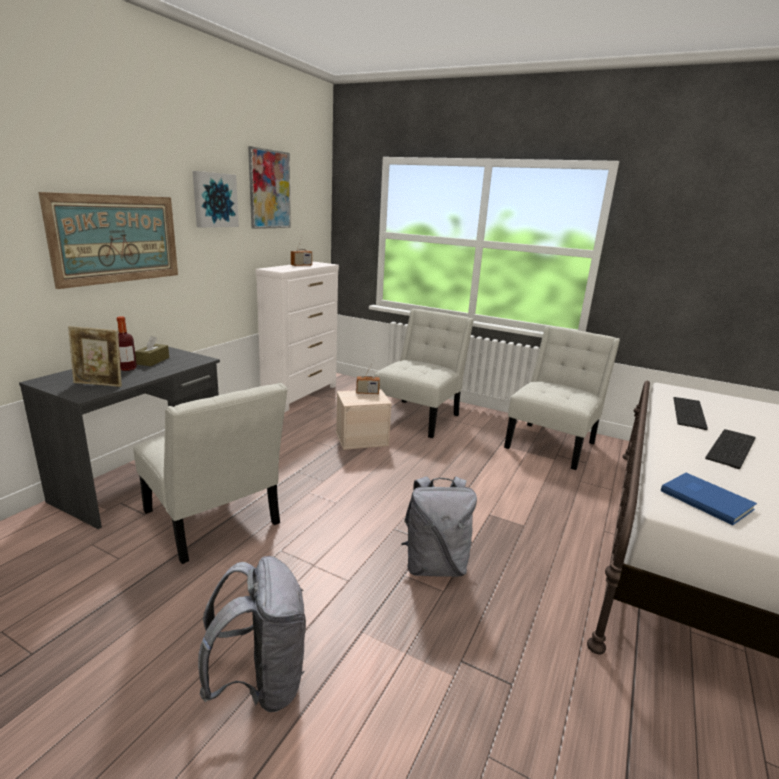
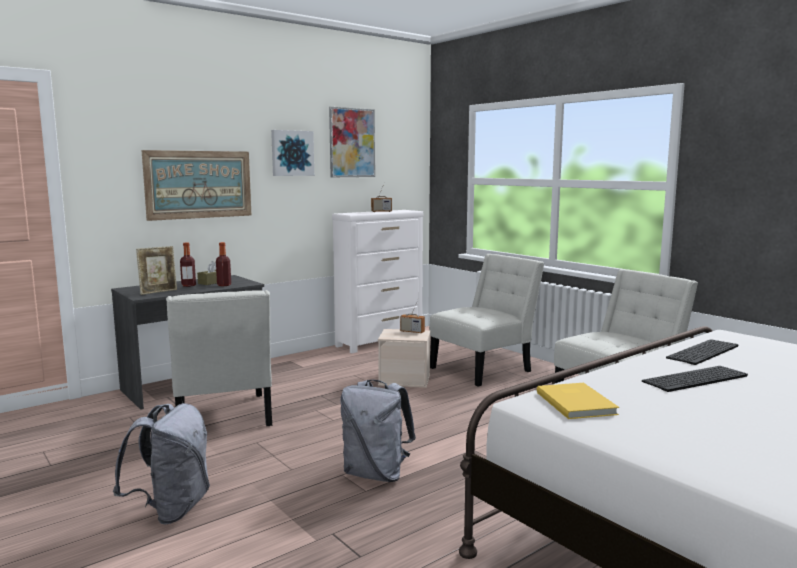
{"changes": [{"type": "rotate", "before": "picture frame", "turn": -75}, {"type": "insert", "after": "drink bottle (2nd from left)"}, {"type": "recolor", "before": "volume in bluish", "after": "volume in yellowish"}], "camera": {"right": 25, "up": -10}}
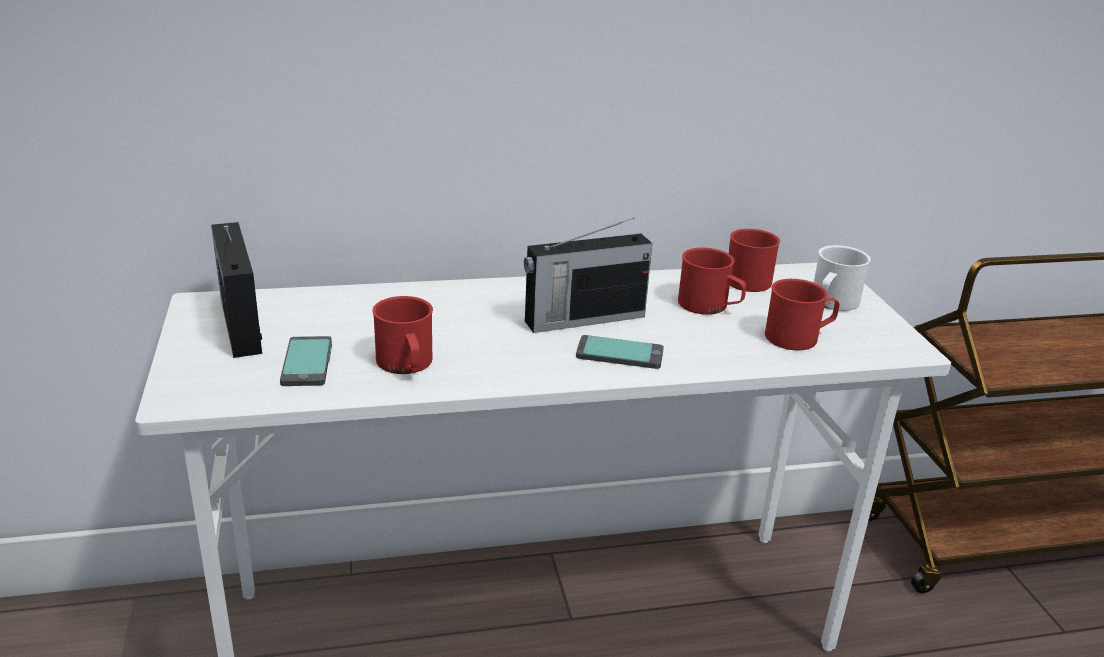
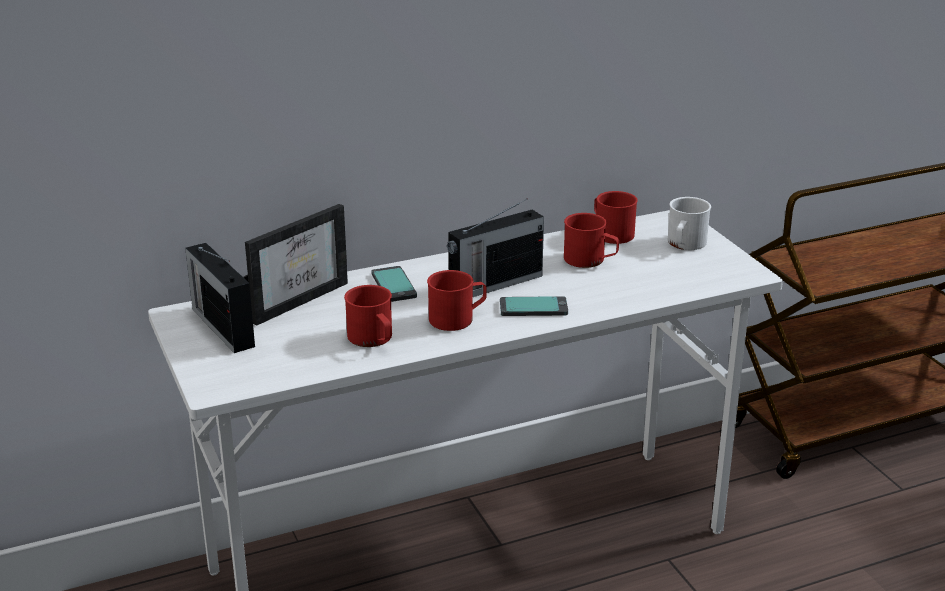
{"changes": [{"type": "insert", "after": "picture frame"}, {"type": "move", "before": "handset (1st from left)"}, {"type": "move", "before": "mug in red-coloured (4th from left in the first image)", "after": "mug in red-coloured (2nd from left)"}], "camera": {"right": -10, "up": 0}}
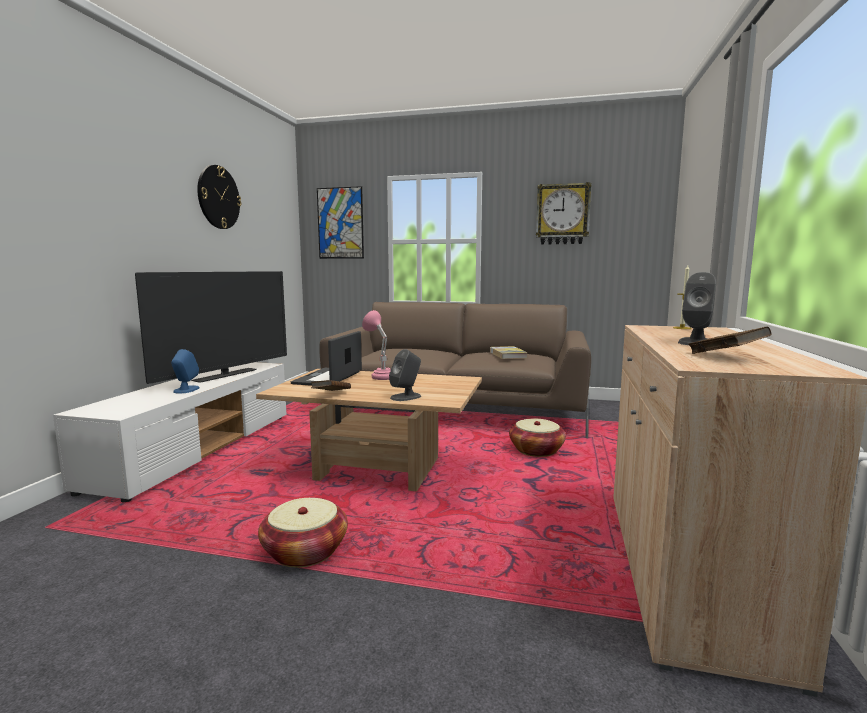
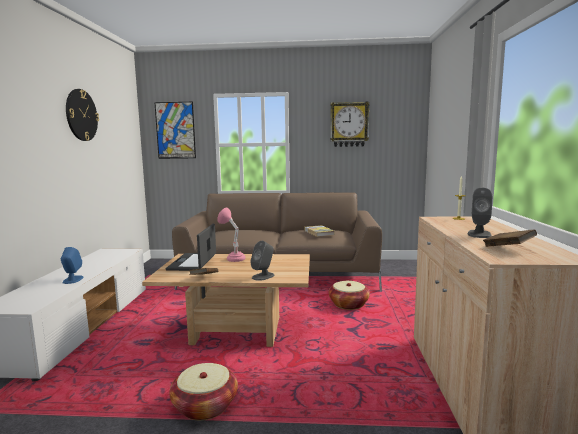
{"changes": [{"type": "delete", "before": "TV set"}], "camera": {"right": -10, "up": 0}}
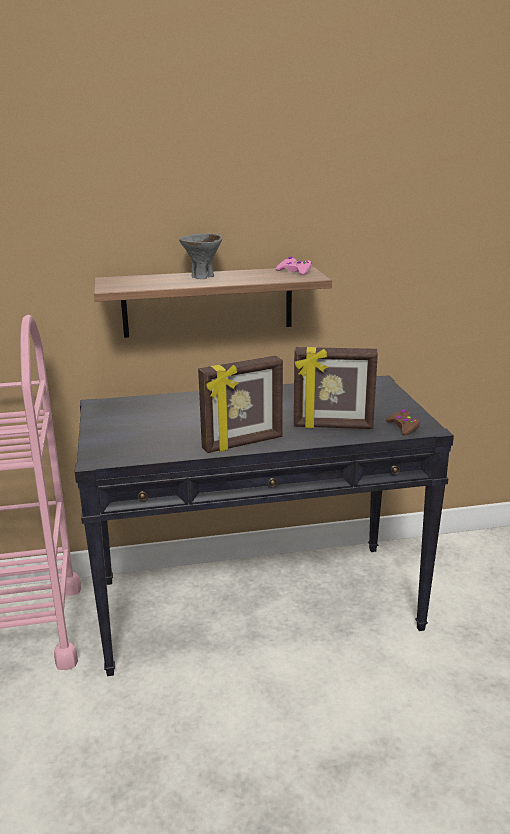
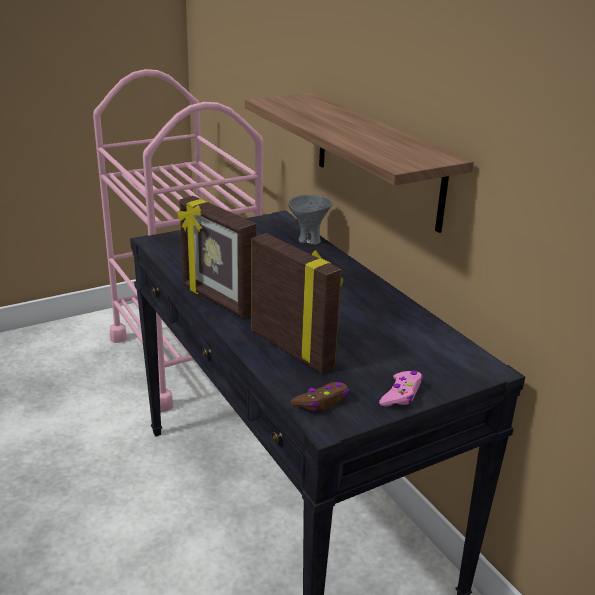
{"changes": [{"type": "rotate", "before": "picture frame (2nd from left)", "turn": 150}, {"type": "move", "before": "deep dish in grey"}, {"type": "move", "before": "joypad in pinkish"}], "camera": {"right": 70, "up": 5}}
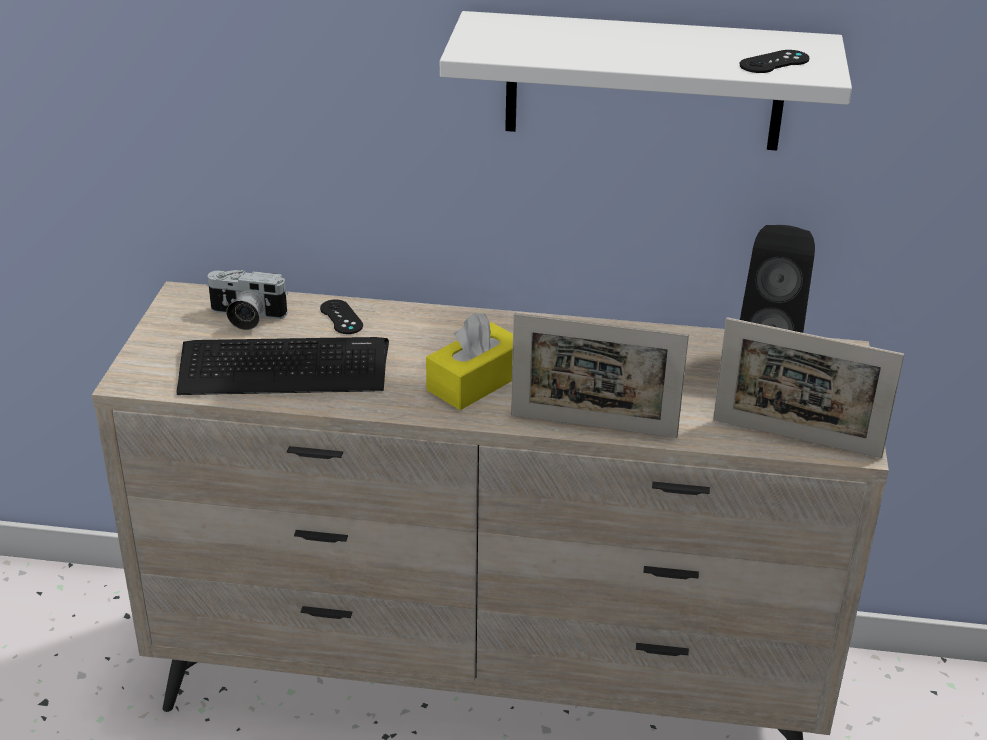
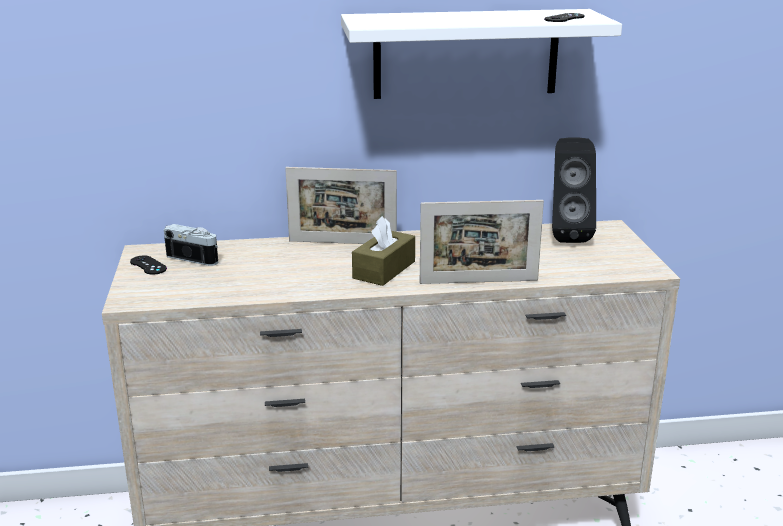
{"changes": [{"type": "move", "before": "joypad in black (1st from left)"}, {"type": "rotate", "before": "photo camera", "turn": -150}, {"type": "move", "before": "picture frame (2nd from left in the first image)", "after": "picture frame (1st from left)"}, {"type": "recolor", "before": "tissue box in yellowish", "after": "tissue box in brown-coloured"}, {"type": "delete", "before": "PC keyboard"}], "camera": {"right": -15, "up": -10}}
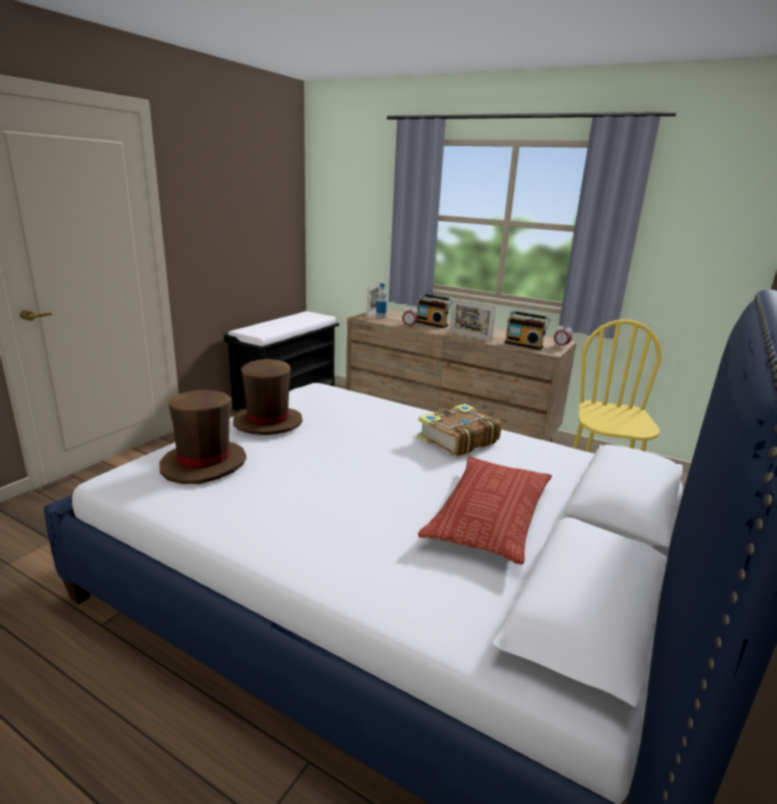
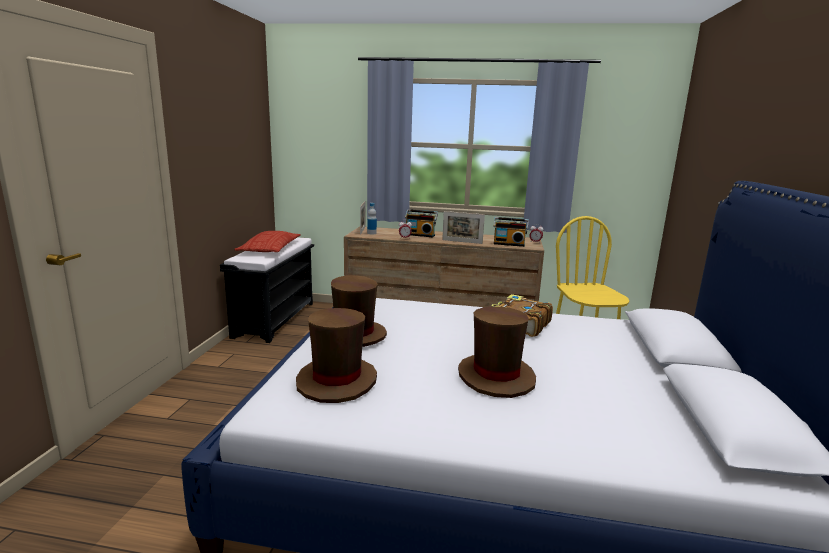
{"changes": [{"type": "move", "before": "pillow"}, {"type": "insert", "after": "wearable hat in brown-coloured (3rd from left)"}], "camera": {"right": -20, "up": -5}}
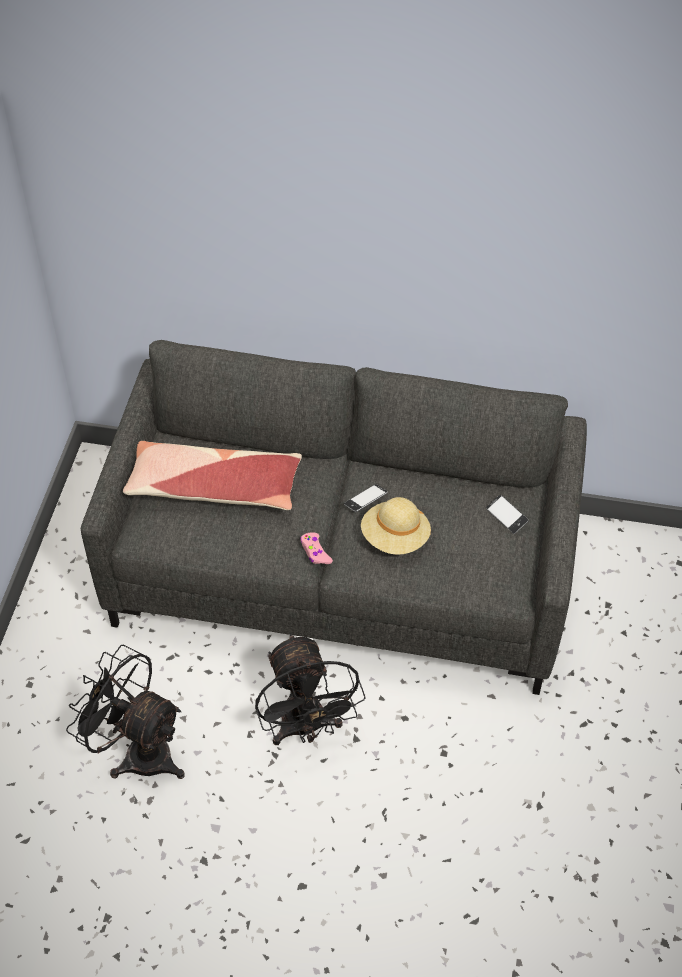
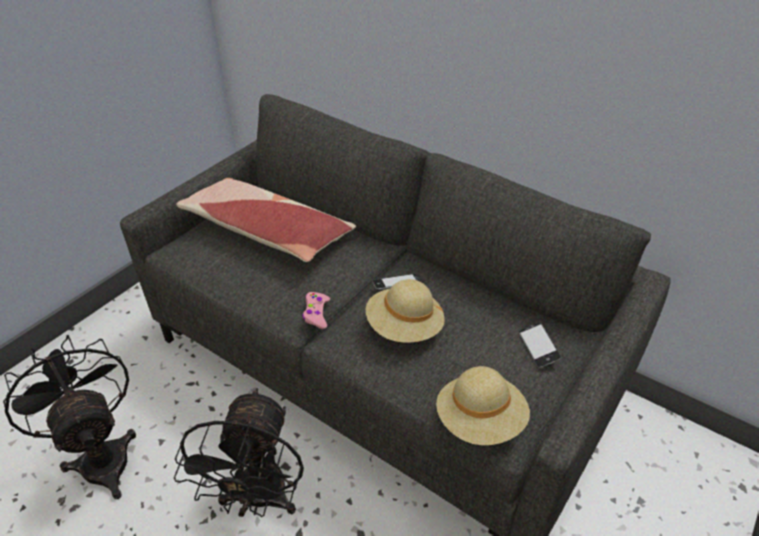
{"changes": [{"type": "insert", "after": "wearable hat in beige-coloured (2nd from left)"}], "camera": {"right": 25, "up": -10}}
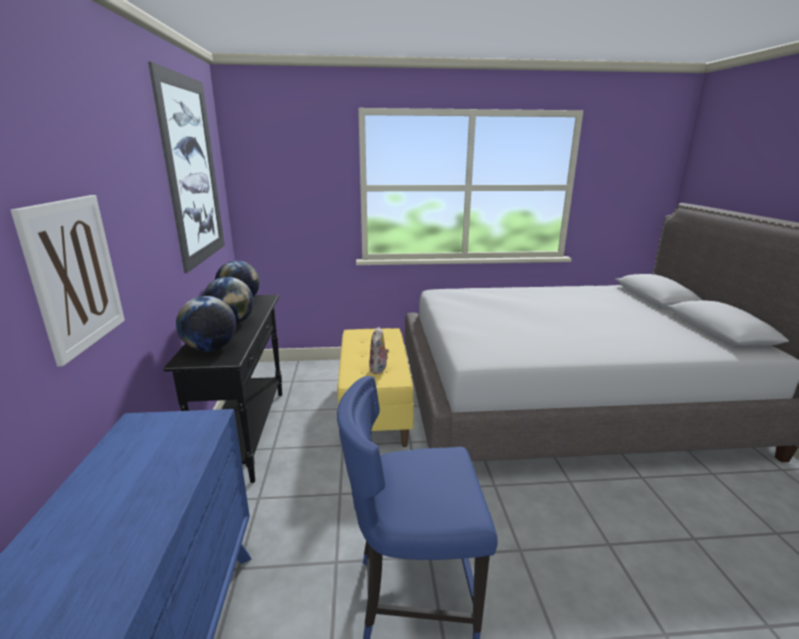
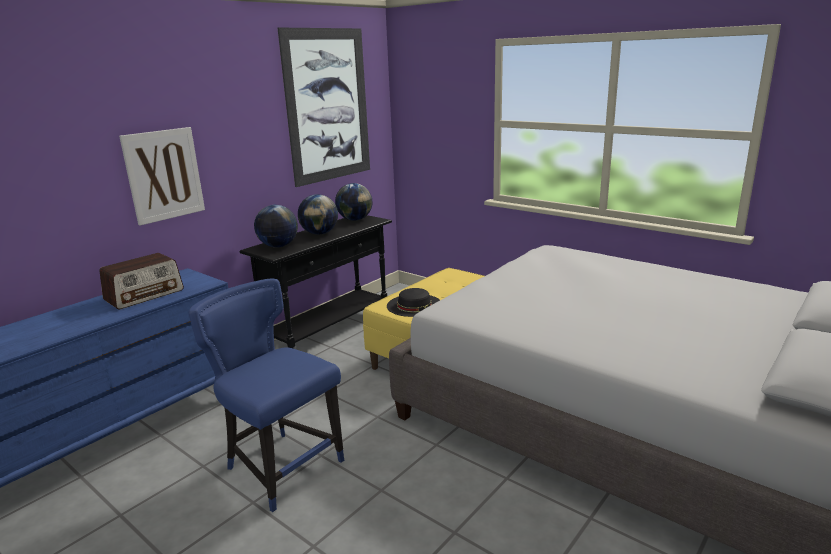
{"changes": [{"type": "insert", "after": "radio receiver"}, {"type": "replace", "before": "cuddly toy", "after": "wearable hat in black"}], "camera": {"right": 45, "up": 0}}
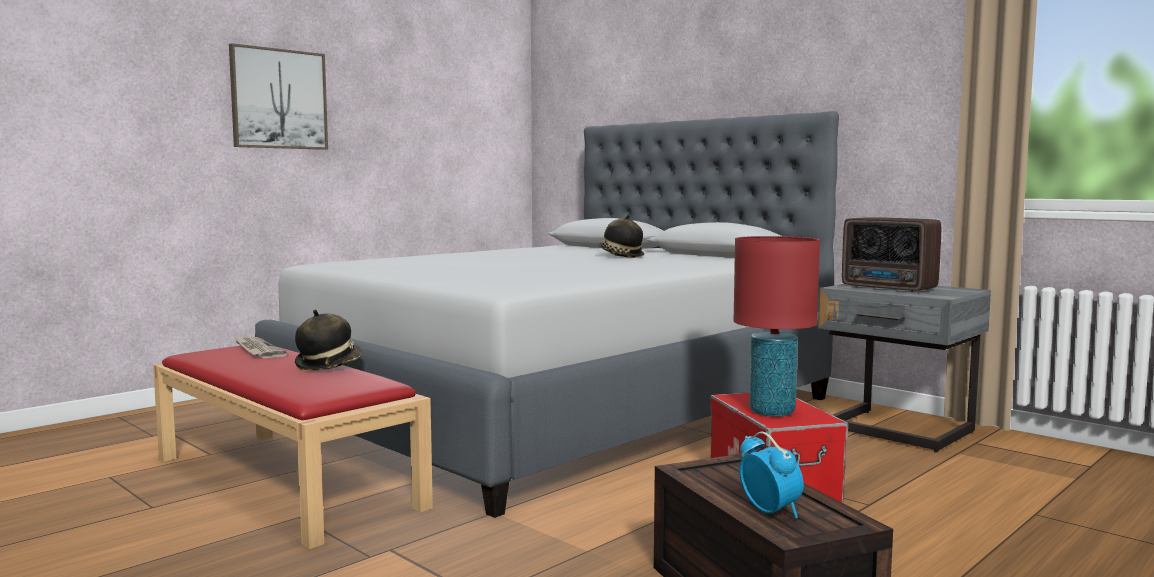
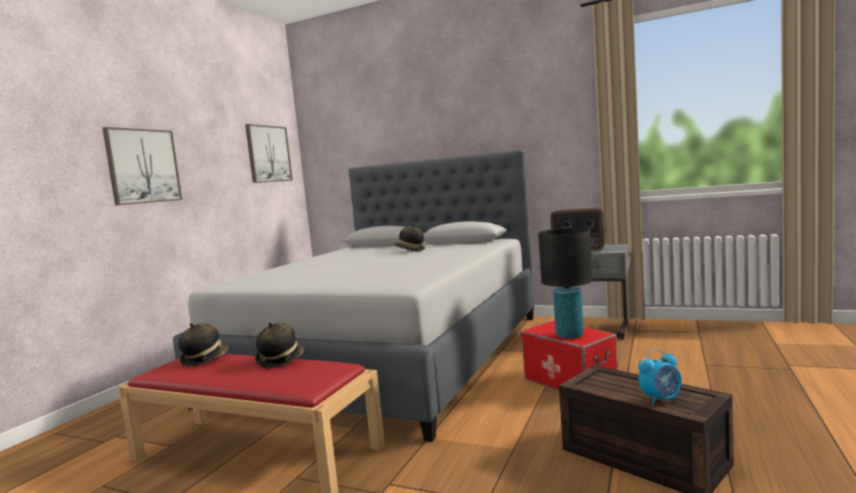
{"changes": [{"type": "replace", "before": "daily paper", "after": "wearable hat (1st from left)"}, {"type": "insert", "after": "wall picture (2nd from left)"}, {"type": "recolor", "before": "tabletop lamp in red-coloured", "after": "tabletop lamp in black"}, {"type": "rotate", "before": "bedside clock", "turn": 120}], "camera": {"right": -20, "up": 0}}
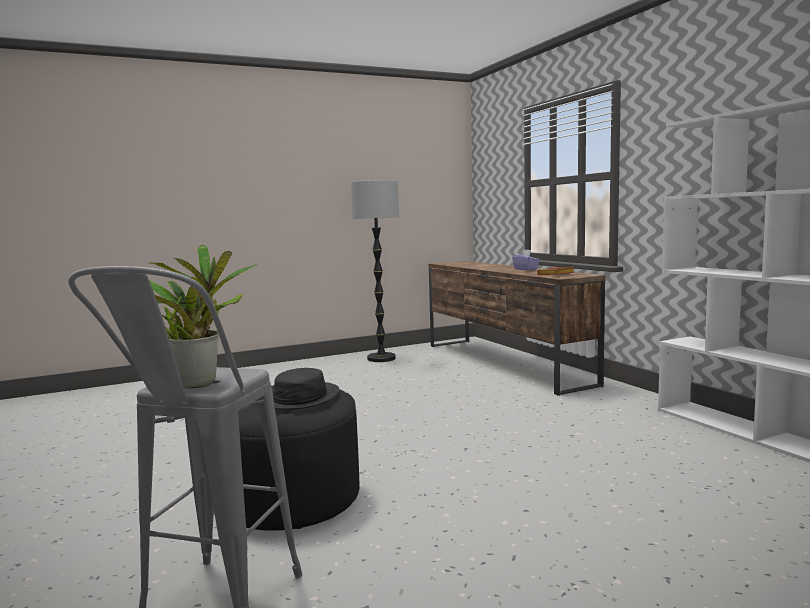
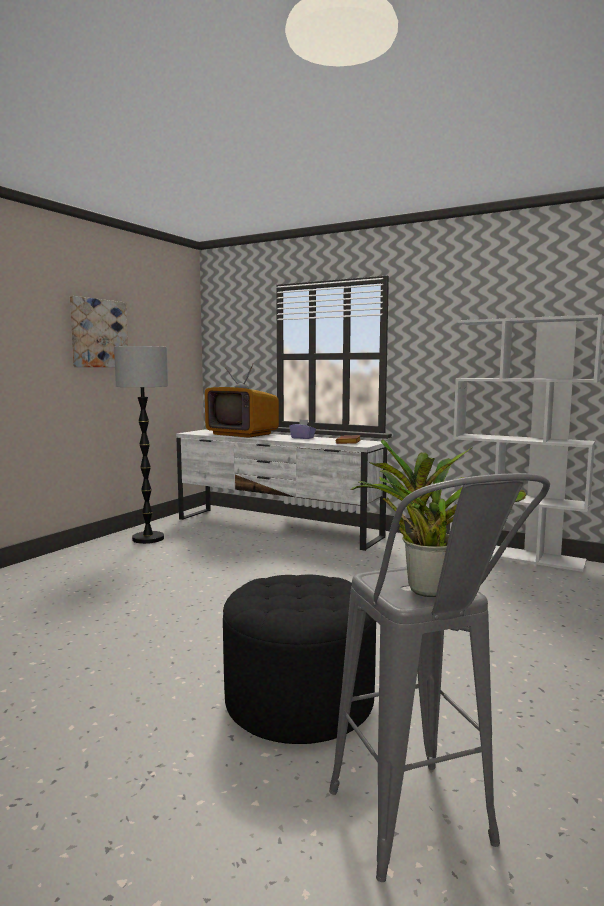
{"changes": [{"type": "insert", "after": "wall picture"}, {"type": "recolor", "before": "tv stand in brown-coloured", "after": "tv stand in whitish"}, {"type": "insert", "after": "TV set"}, {"type": "delete", "before": "wearable hat in black"}], "camera": {"right": -35, "up": 0}}
